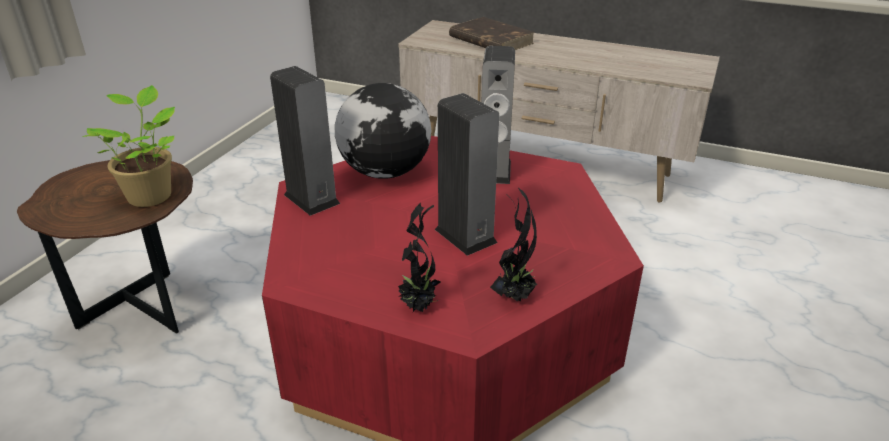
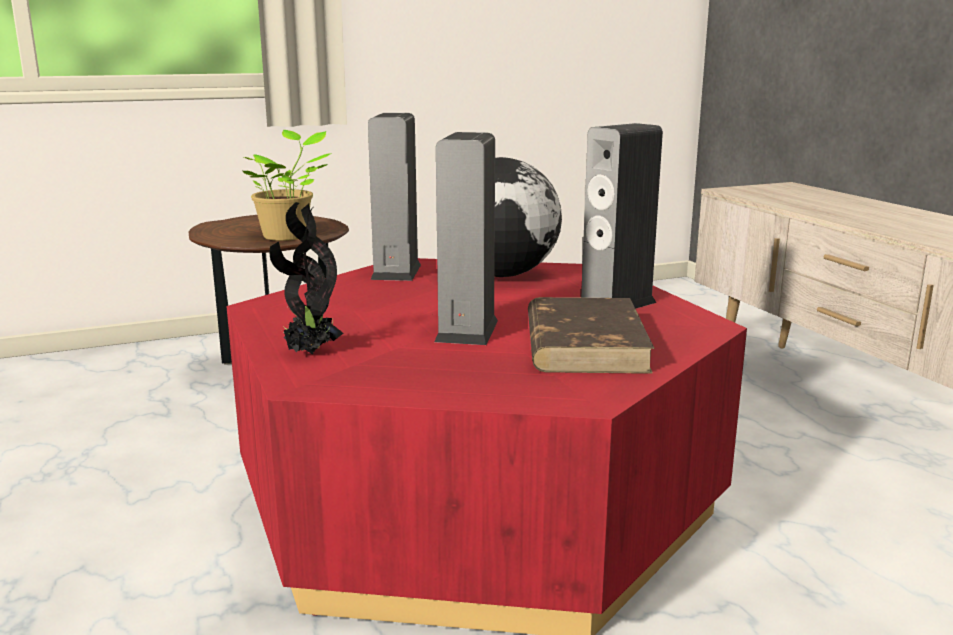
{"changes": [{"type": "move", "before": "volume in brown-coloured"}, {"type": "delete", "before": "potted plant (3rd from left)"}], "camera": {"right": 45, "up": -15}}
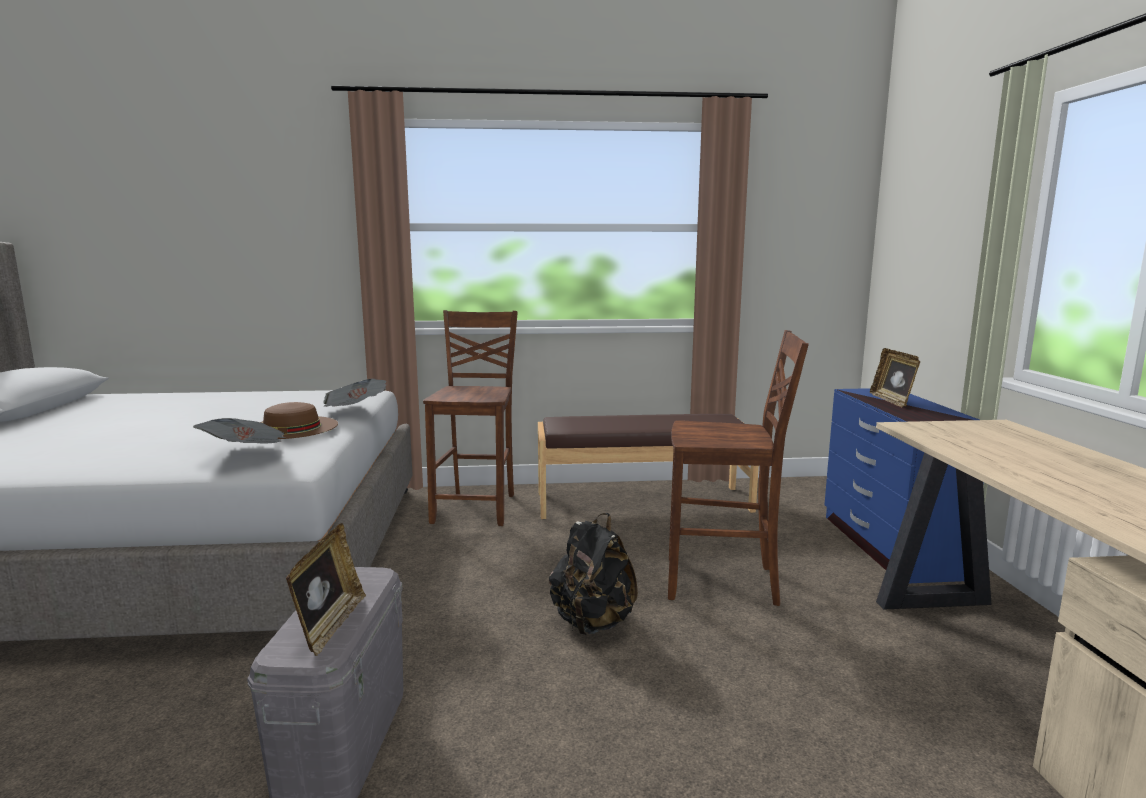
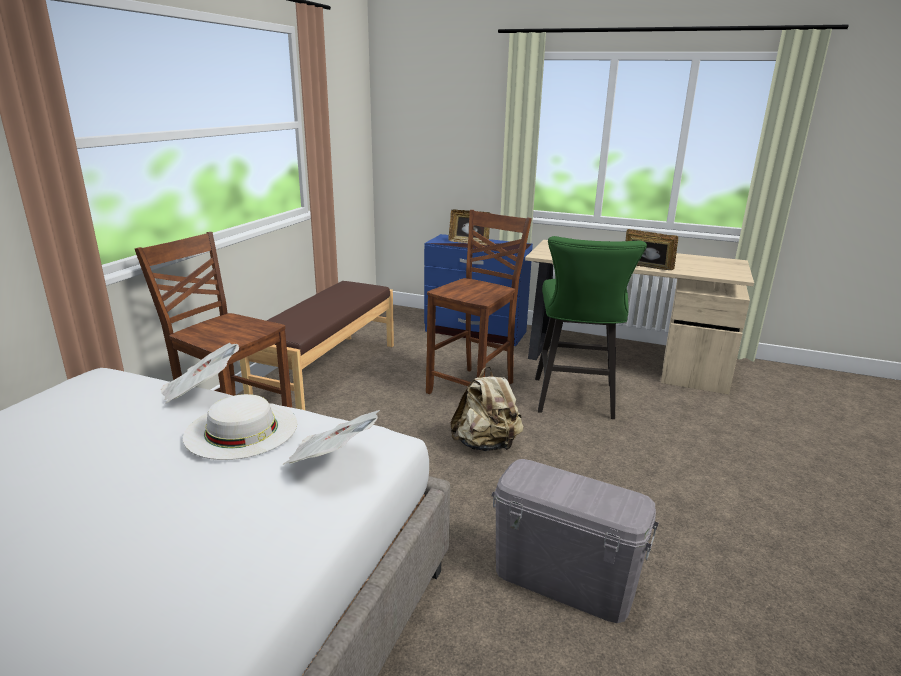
{"changes": [{"type": "recolor", "before": "wearable hat in brown-coloured", "after": "wearable hat in whitish"}, {"type": "recolor", "before": "rucksack in black", "after": "rucksack in beige-coloured"}, {"type": "insert", "after": "stool seat in greenish"}, {"type": "move", "before": "picture frame (1st from left in the first image)", "after": "picture frame (2nd from left)"}], "camera": {"right": -65, "up": 10}}
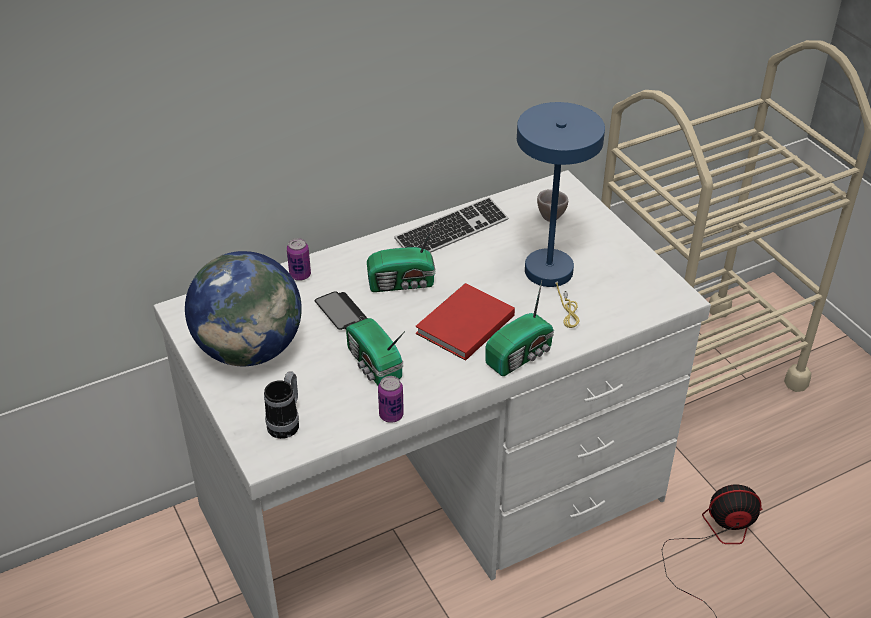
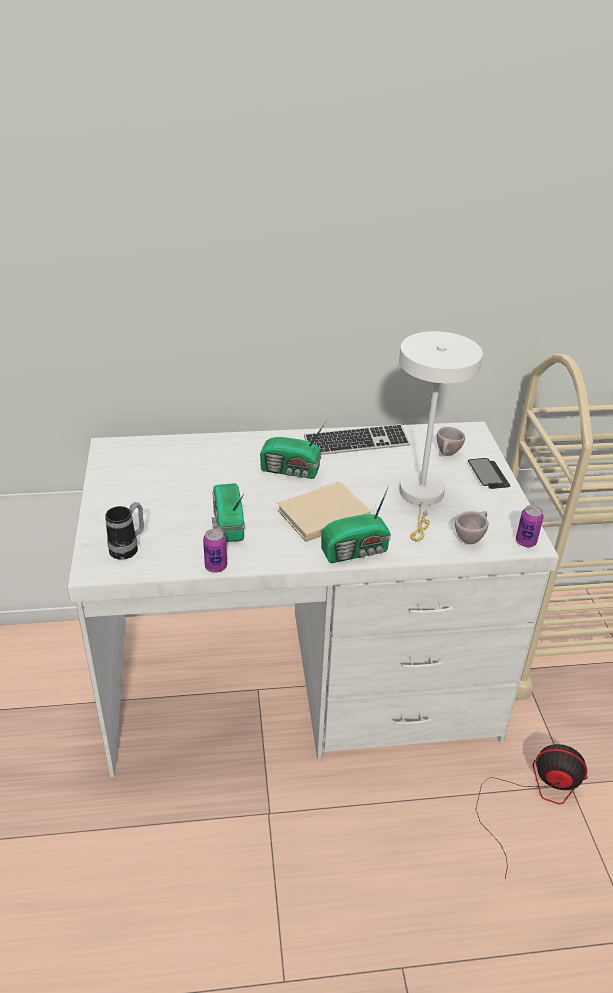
{"changes": [{"type": "recolor", "before": "volume in red-coloured", "after": "volume in beige-coloured"}, {"type": "recolor", "before": "tabletop lamp in bluish", "after": "tabletop lamp in whitish"}, {"type": "insert", "after": "small cup in beige-coloured (2nd from left)"}, {"type": "move", "before": "handset"}, {"type": "move", "before": "can (1st from left in the first image)", "after": "can (2nd from left)"}, {"type": "delete", "before": "globe"}], "camera": {"right": 20, "up": -5}}
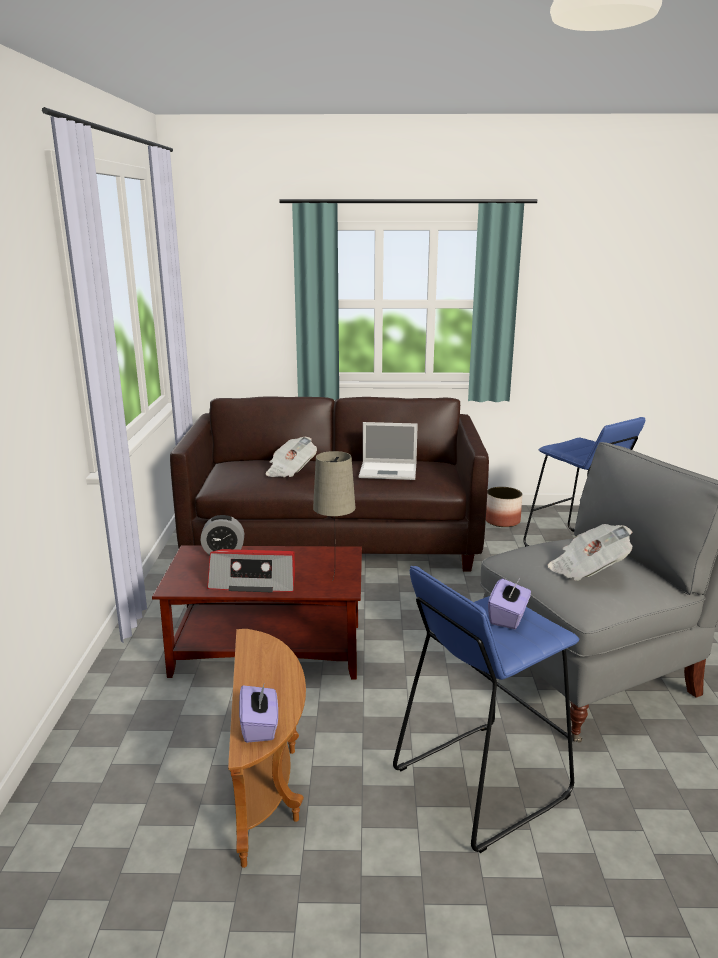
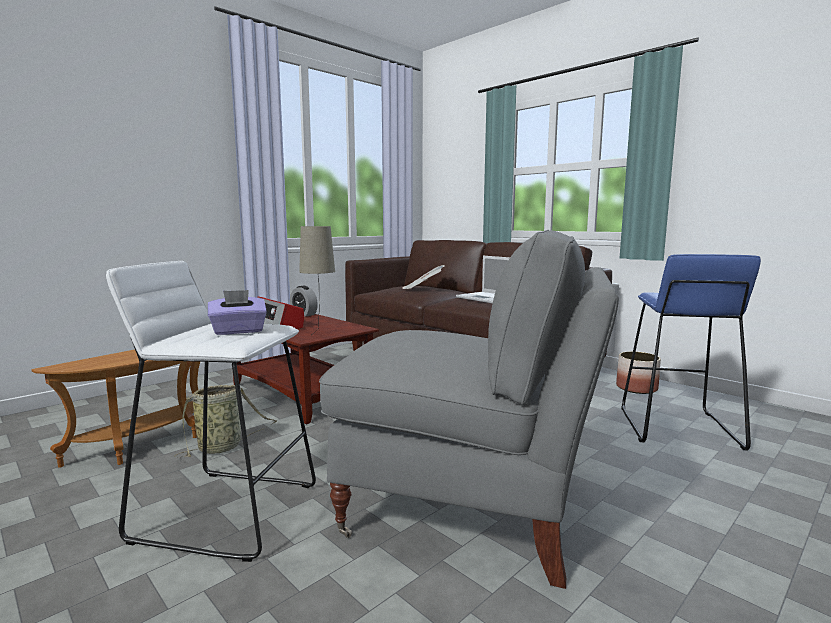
{"changes": [{"type": "recolor", "before": "stool seat in bluish (1st from left)", "after": "stool seat in whitish"}, {"type": "insert", "after": "storage basket"}, {"type": "delete", "before": "tissue box in purple (1st from left)"}, {"type": "delete", "before": "daily paper (2nd from left)"}], "camera": {"right": 45, "up": -10}}
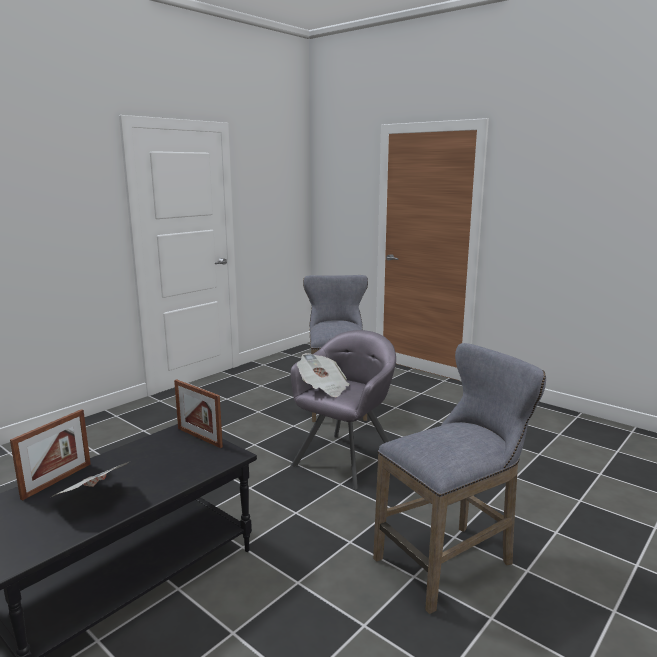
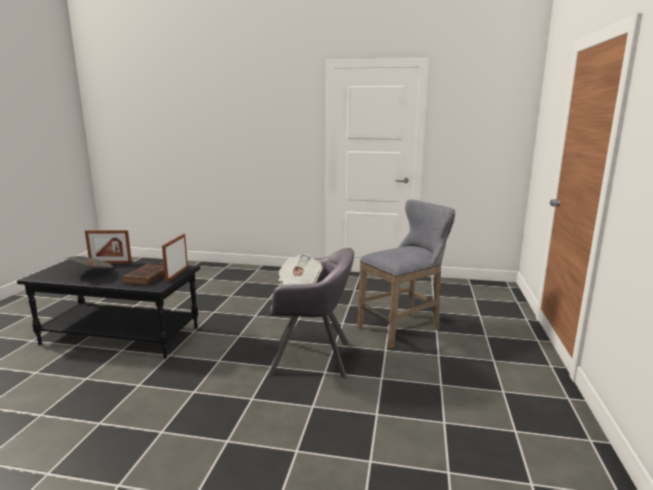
{"changes": [{"type": "insert", "after": "volume in brown-coloured"}, {"type": "delete", "before": "stool seat in grey (2nd from left)"}], "camera": {"right": 60, "up": 0}}
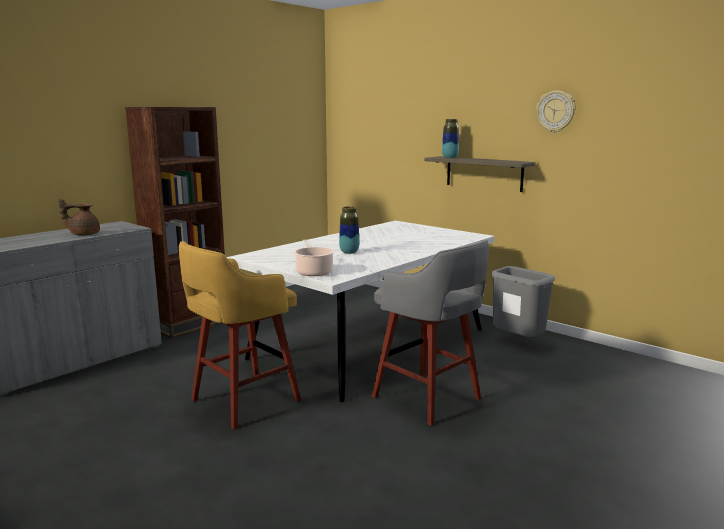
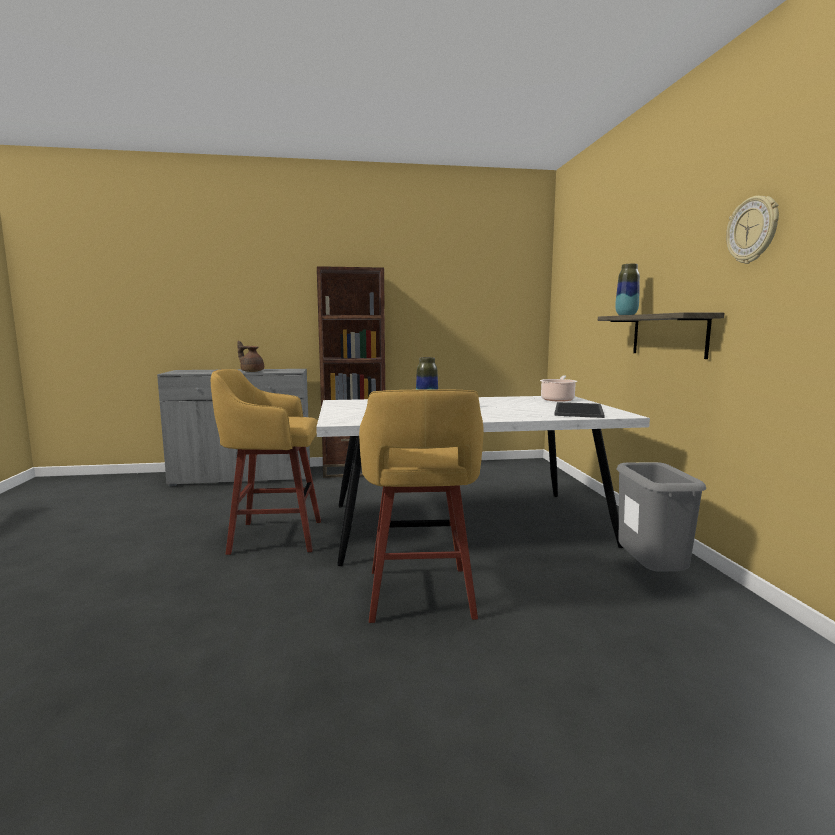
{"changes": [{"type": "recolor", "before": "stool seat in grey", "after": "stool seat in yellowish (2nd from left)"}, {"type": "move", "before": "cooking pot"}, {"type": "insert", "after": "tray"}], "camera": {"right": 40, "up": -5}}
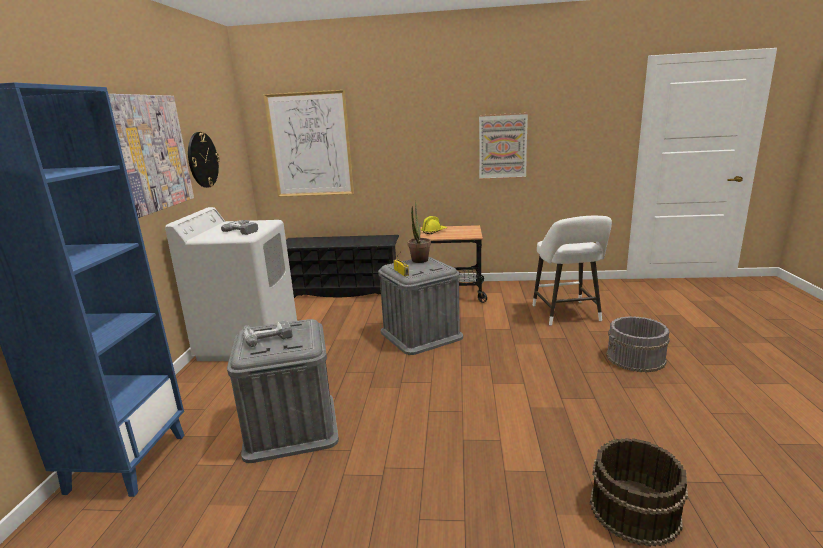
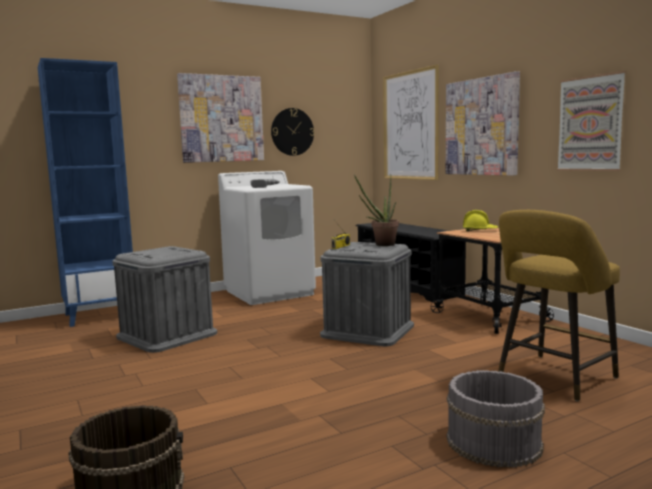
{"changes": [{"type": "insert", "after": "wall picture (3rd from left)"}, {"type": "recolor", "before": "stool seat in whitish", "after": "stool seat in yellowish"}, {"type": "delete", "before": "electric drill (2nd from left)"}], "camera": {"right": 55, "up": -10}}
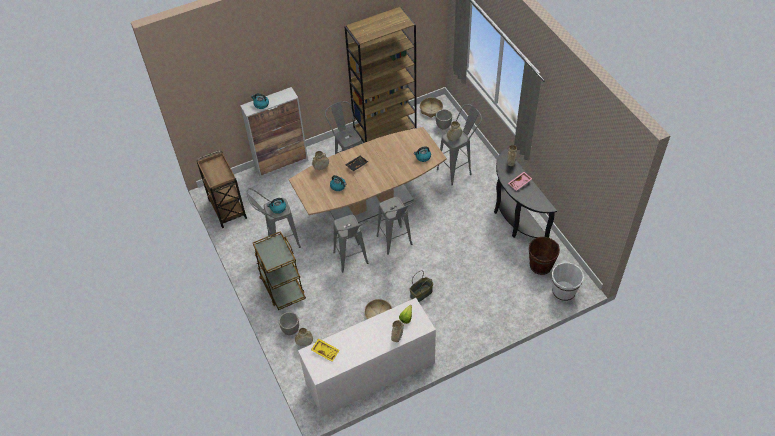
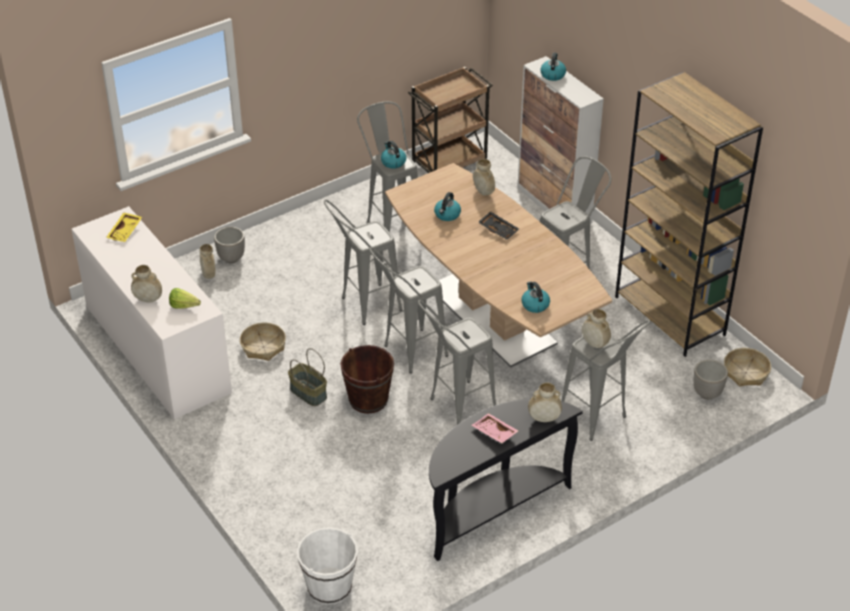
{"changes": [{"type": "move", "before": "pail in brown-coloured"}, {"type": "insert", "after": "stool seat in grey (4th from left)"}, {"type": "delete", "before": "trolley in brown-coloured (2nd from left)"}], "camera": {"right": 80, "up": -10}}
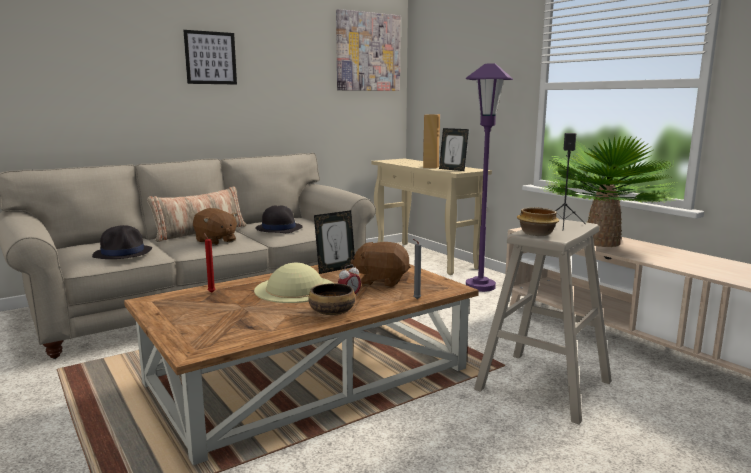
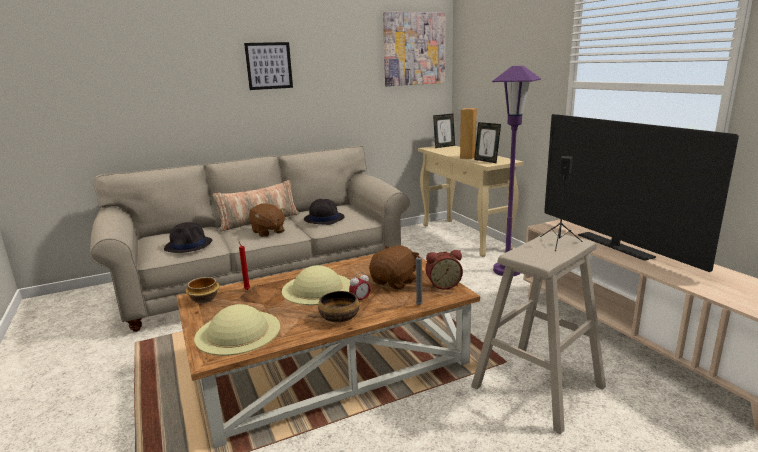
{"changes": [{"type": "move", "before": "deep dish (2nd from left in the first image)", "after": "deep dish (1st from left)"}, {"type": "insert", "after": "wearable hat in beige-coloured (1st from left)"}, {"type": "rotate", "before": "cuddly toy in brown-coloured (2nd from left)", "turn": 105}, {"type": "insert", "after": "bedside clock (2nd from left)"}, {"type": "move", "before": "picture frame (1st from left)"}, {"type": "replace", "before": "potted plant", "after": "TV set"}], "camera": {"right": 10, "up": 5}}
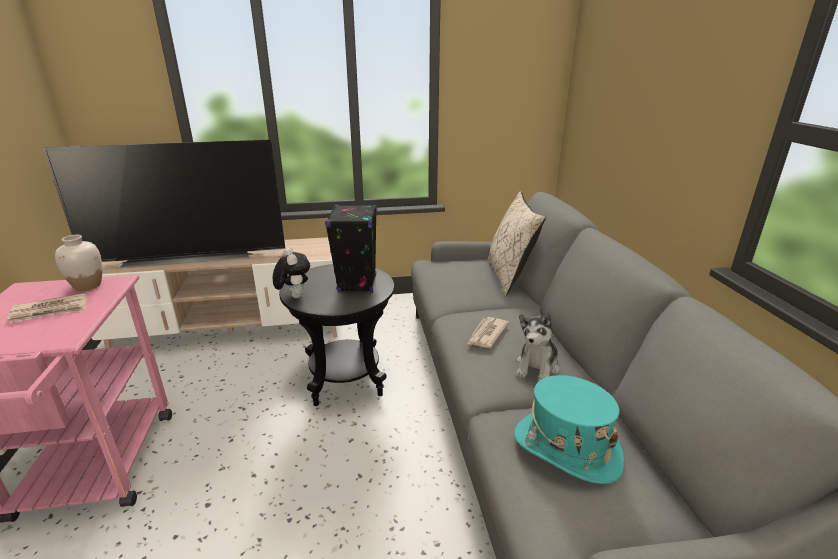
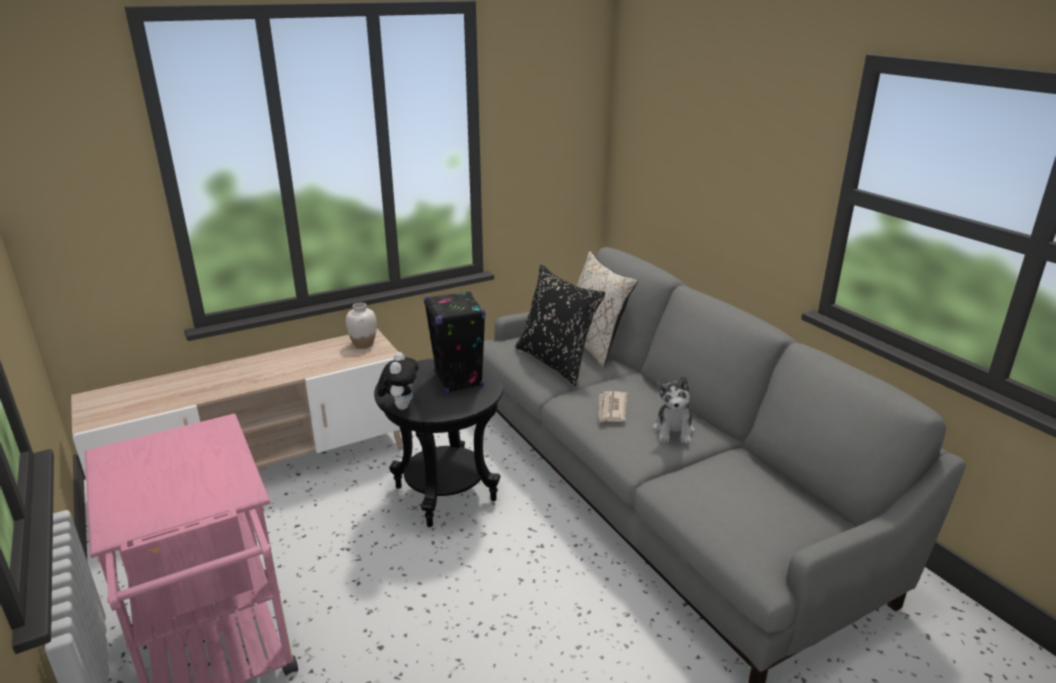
{"changes": [{"type": "move", "before": "flower vase in whitish"}, {"type": "rotate", "before": "cuddly toy (1st from left)", "turn": 45}, {"type": "insert", "after": "pillow in black"}, {"type": "delete", "before": "daily paper (1st from left)"}, {"type": "delete", "before": "TV set"}, {"type": "delete", "before": "wearable hat in turquoise-coloured"}], "camera": {"right": -20, "up": 0}}
